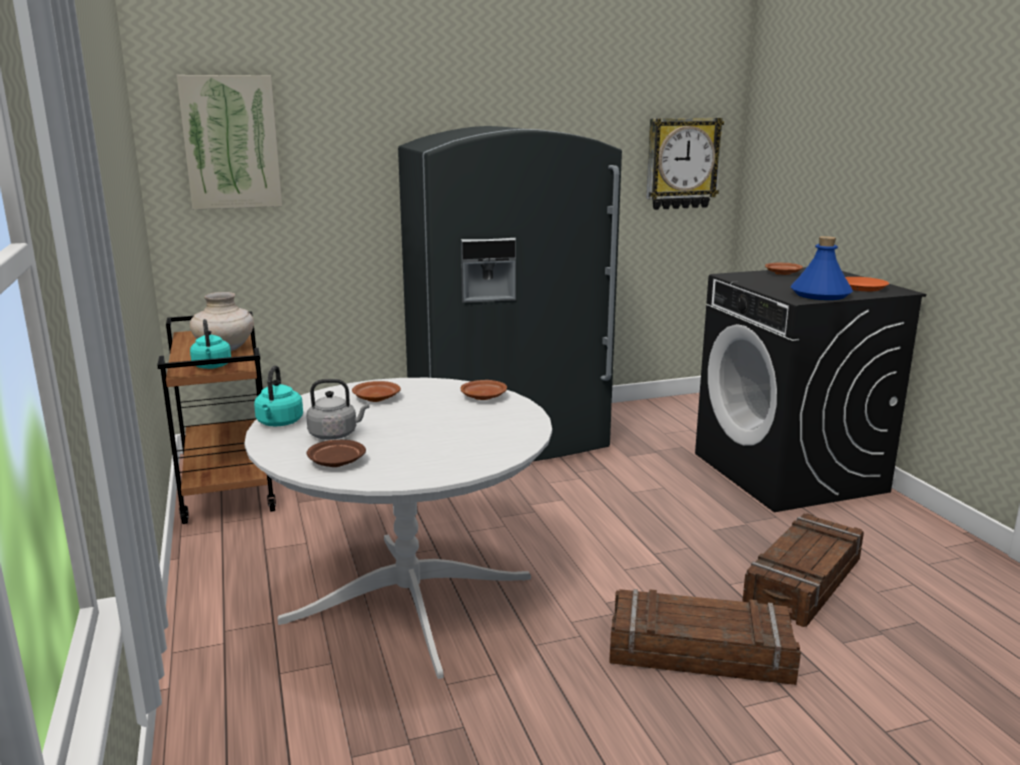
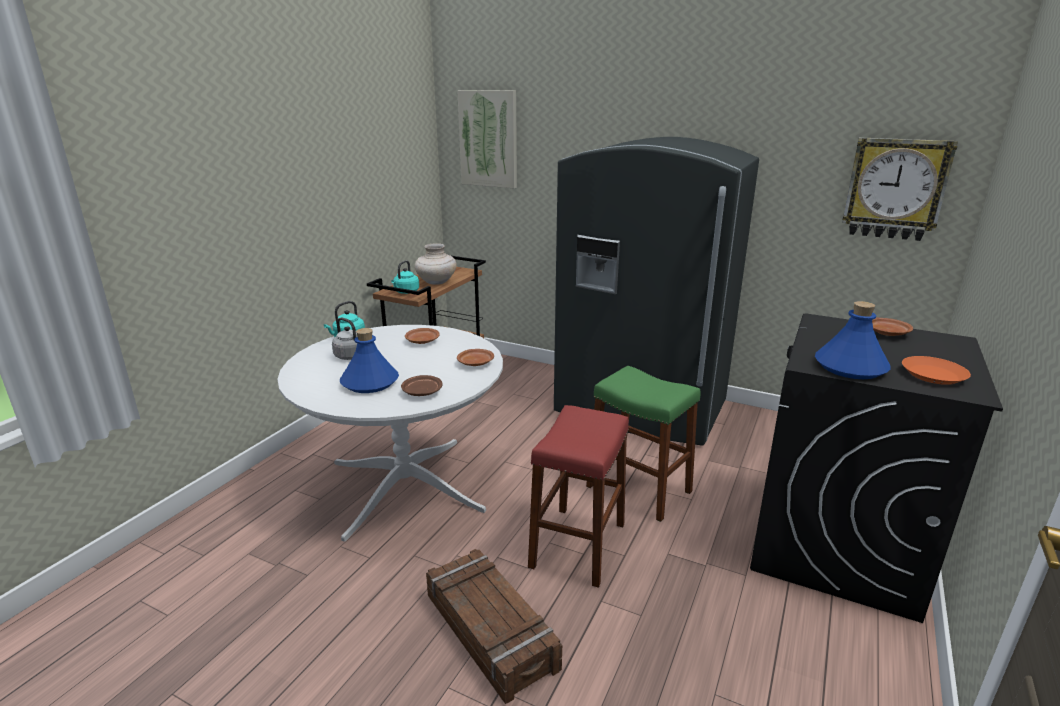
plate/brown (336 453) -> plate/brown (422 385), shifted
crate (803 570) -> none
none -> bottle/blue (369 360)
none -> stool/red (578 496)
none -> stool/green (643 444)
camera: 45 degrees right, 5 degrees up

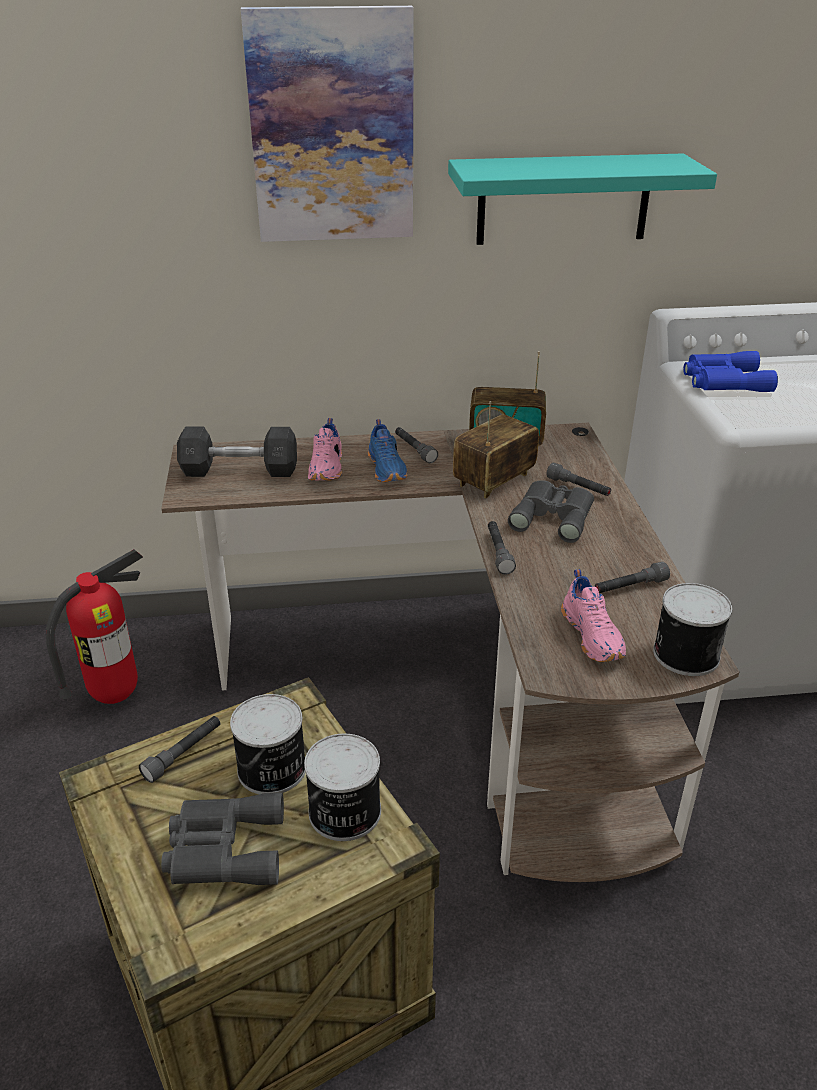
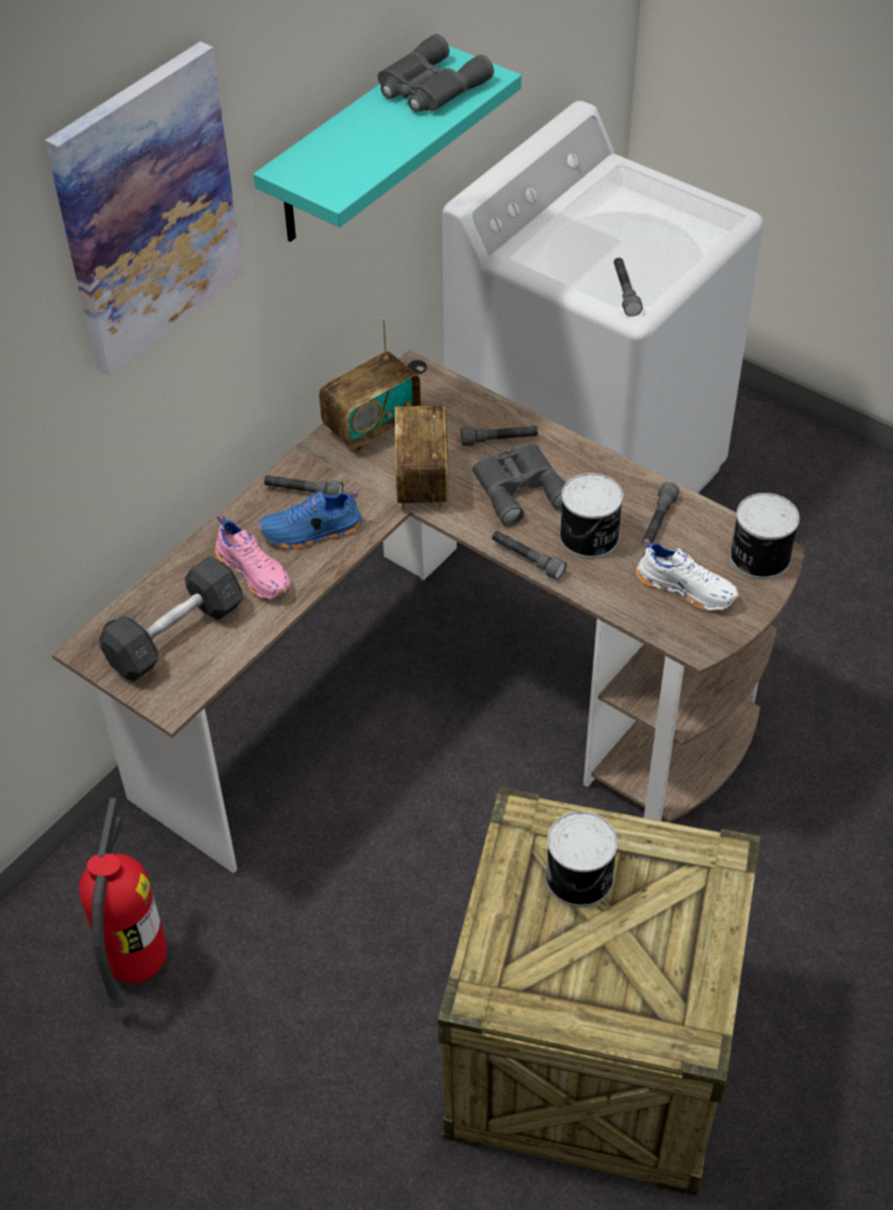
flashlight/grey (179 749) -> flashlight/grey (628 287), shifted
binoculars/grey (222 839) -> binoculars/grey (436 73), shifted
can (342 787) -> can (591 516), shifted
shoe/blue (387 450) -> shoe/blue (310 519), 135 degrees clockwise
shoe/pink (593 615) -> shoe/white (687 575)
binoculars/blue (730 371) -> none
camera: 45 degrees left, 15 degrees up

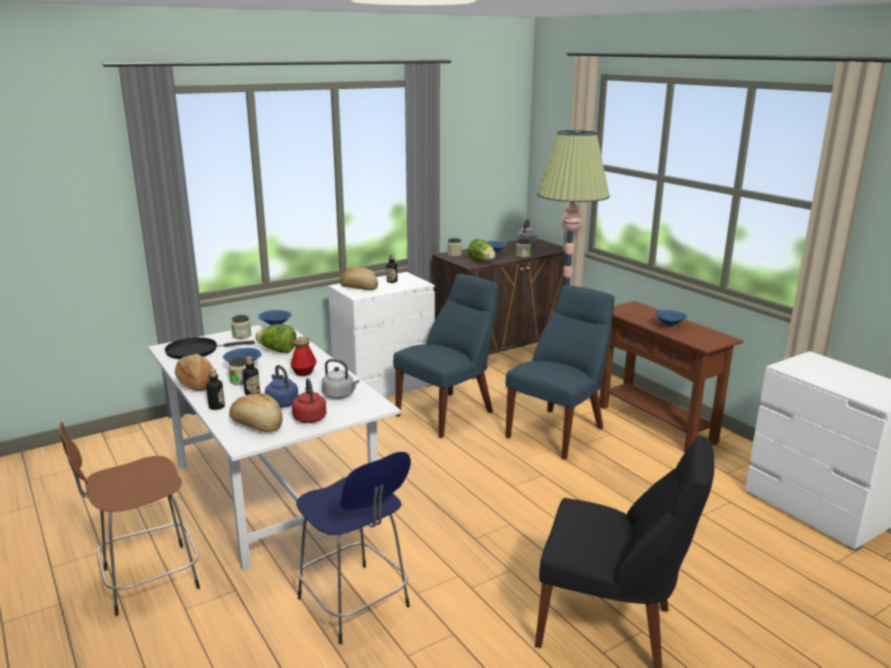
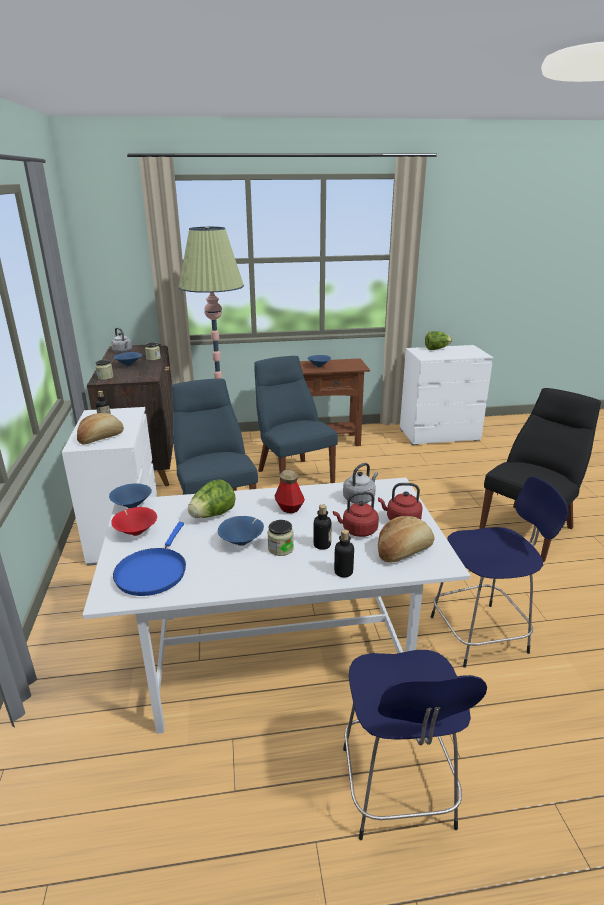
stool/brown (129 518) -> stool/blue (415 745)
frying pan/black (210 348) -> frying pan/blue (149 559)
bread (194 372) -> none
jar (241 327) -> bowl/red (134 521)
kettle/blue (281 386) -> kettle/red (356 514)
lettuce (481 250) -> lettuce (438 340), shifted
camera: 65 degrees left, 5 degrees up

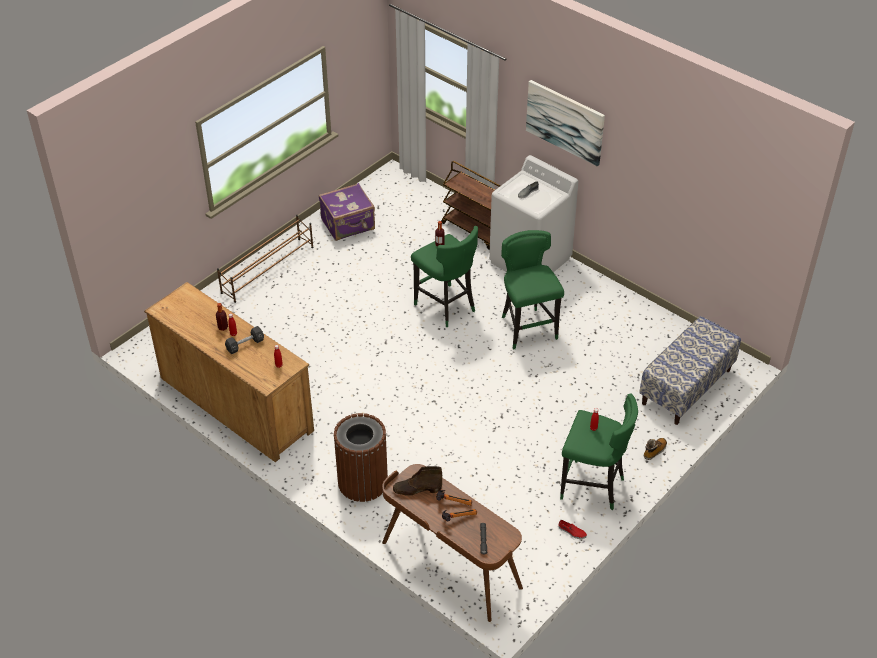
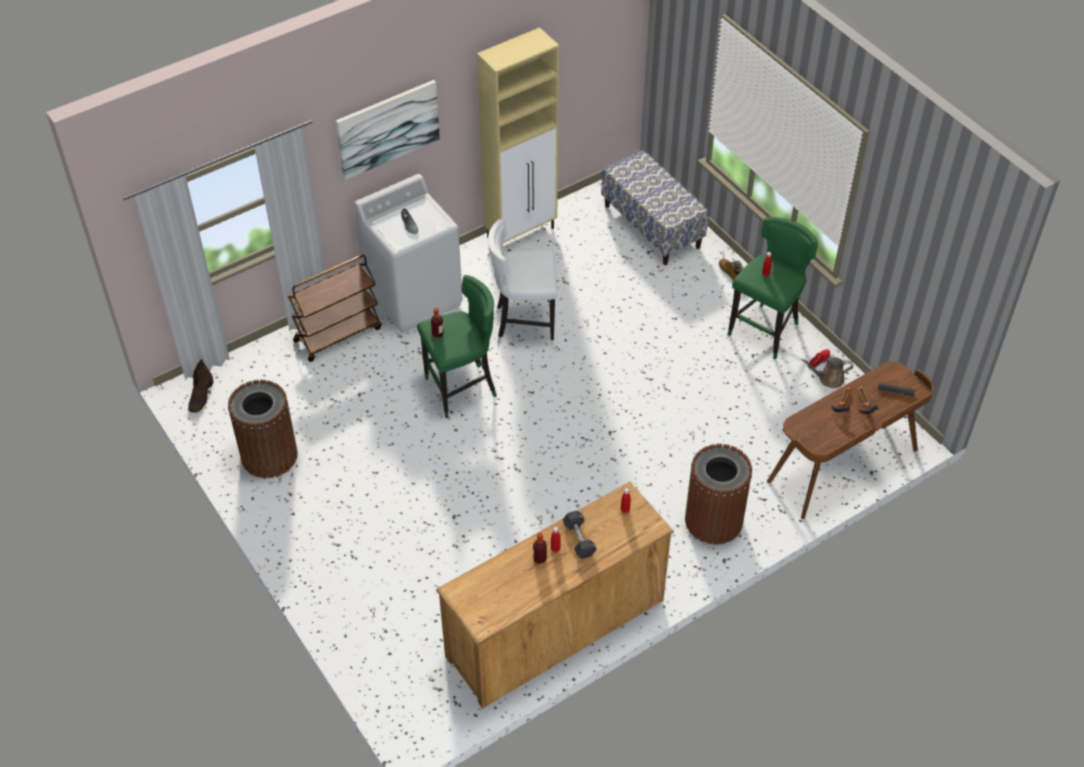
shoe rack/brown (265 259) -> none
suitcase/purple (347 212) -> trash can/brown (263 429)
boot/brown (417 481) -> boot/brown (200 386), shifted
stool/green (532 290) -> stool/white (522 282)
none -> cabinet/beige (518 135)
none -> watering can/brown (827 372)
camera: 75 degrees left, 5 degrees up

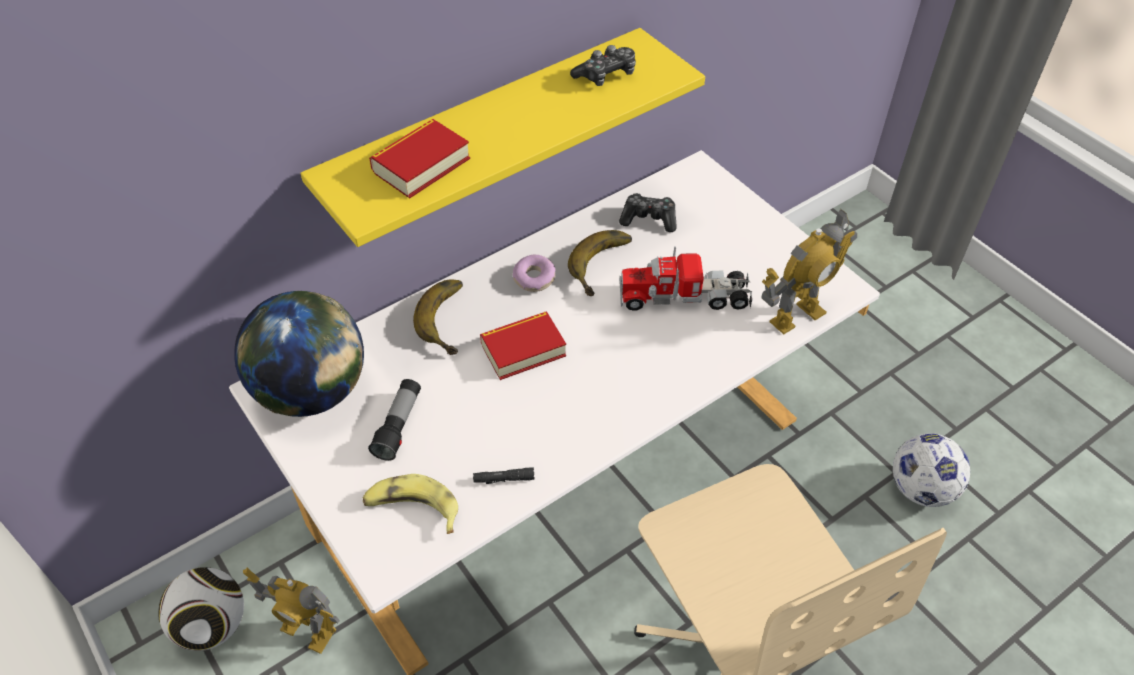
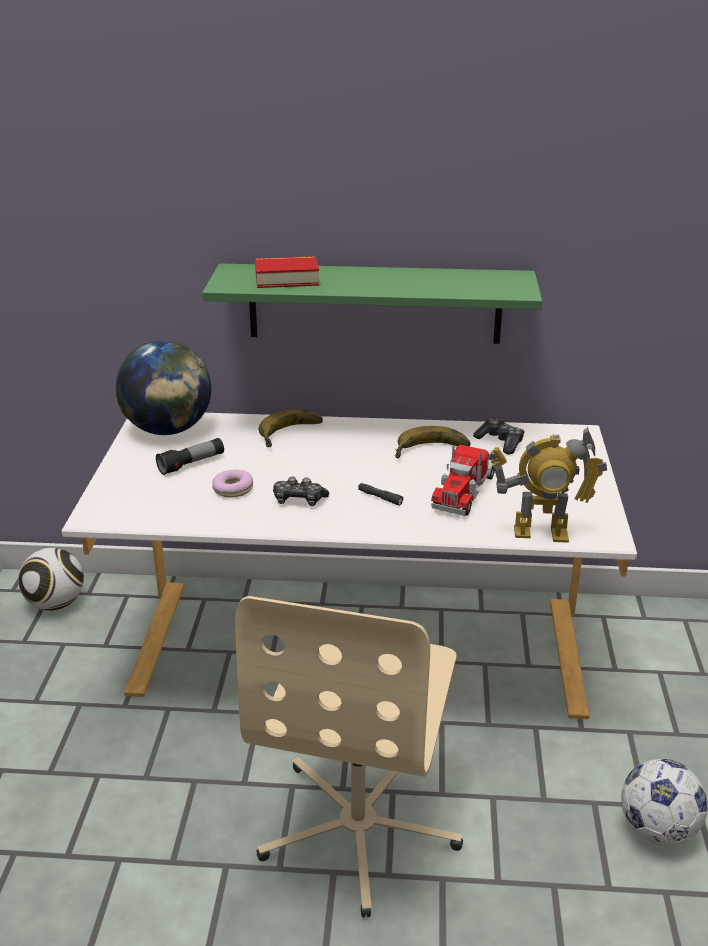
toy robot (291 611) -> none
shelf/yellow (502 137) -> shelf/green (372 303)
banana (410 504) -> none
flashlight/black (504 476) -> flashlight/black (380 494), shifted
book (523 346) -> none
donut (534 273) -> donut (232 483), shifted
game controller (603 65) -> game controller (301 491), shifted
toy truck (686 278) -> toy truck (464 480), 105 degrees counterclockwise
camera: 40 degrees right, 20 degrees down

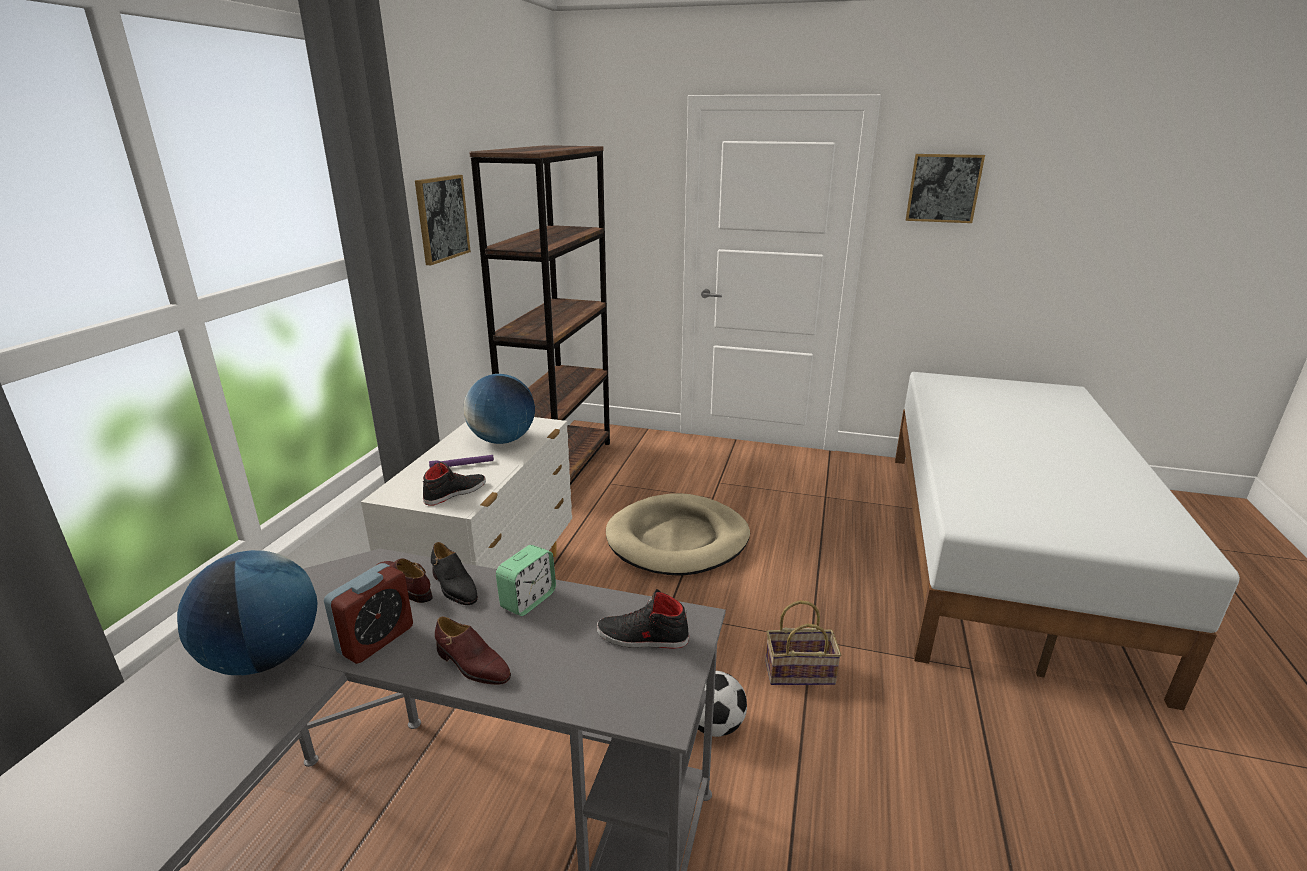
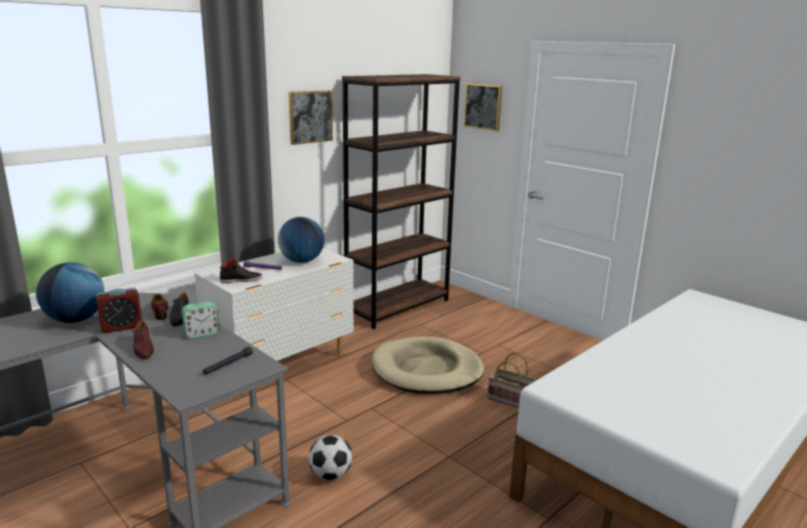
shoe/black (643 619) -> flashlight/black (228 361)
basket (803 642) -> basket (511 380), shifted
picture (945 188) -> picture (483 107), shifted
camera: 30 degrees right, 5 degrees down

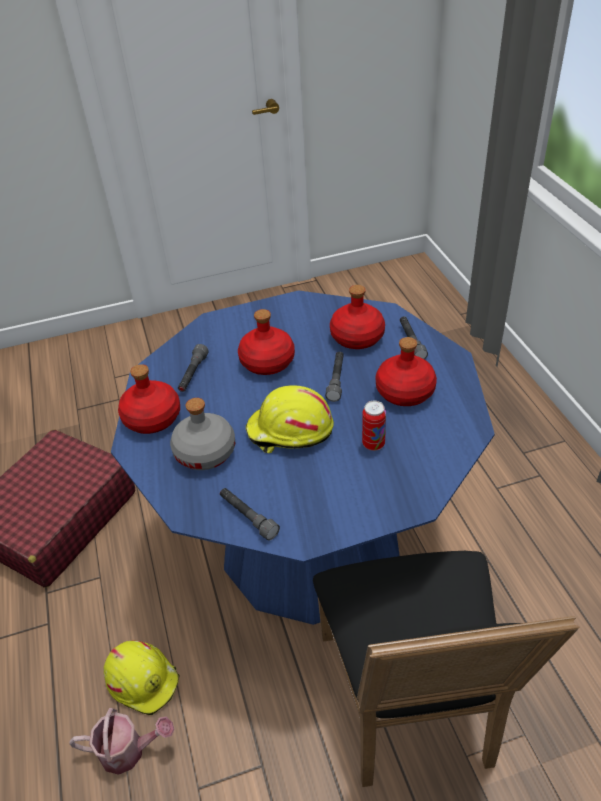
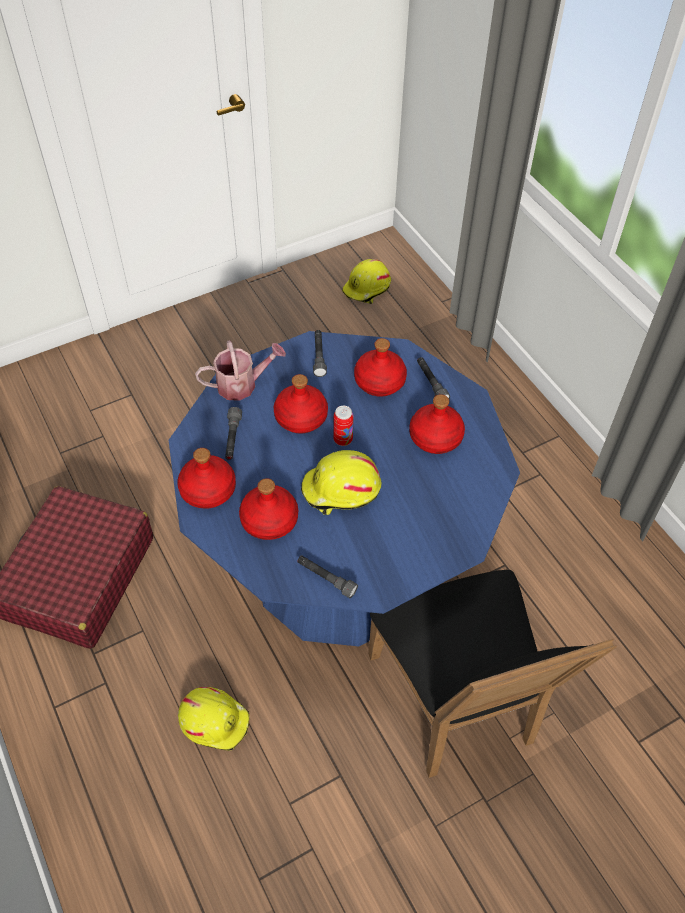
watering can (122 741) -> watering can (240 370), shifted
bottle/grey (202 434) -> bottle/red (268 509)
flashlight/grey (334 377) -> flashlight/grey (320 353), shifted
can (374 426) -> can (343 426), shifted
none -> hard hat/yellow (366 281)
camera: 15 degrees left, 10 degrees up

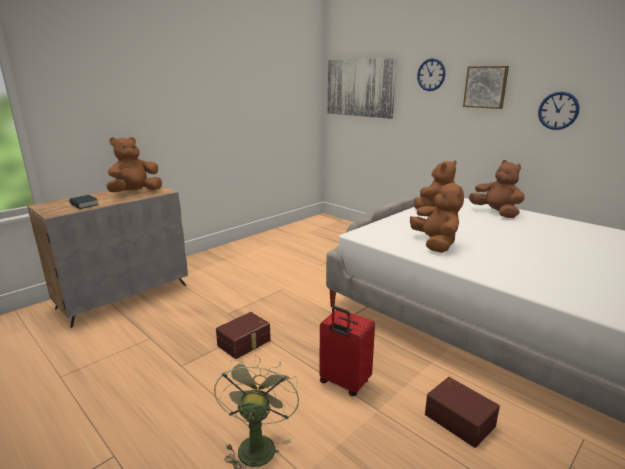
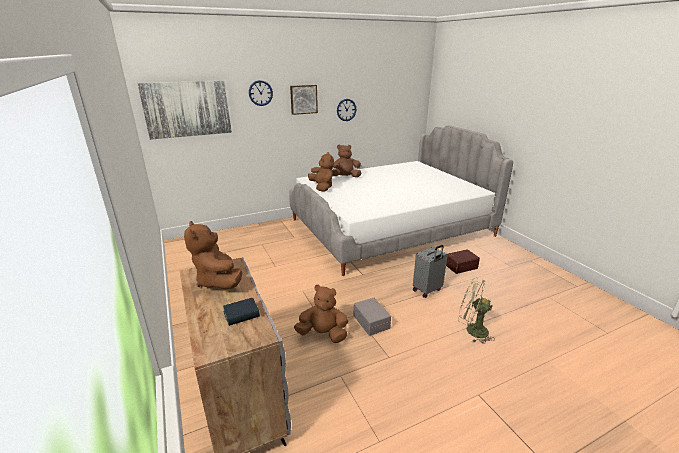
storage box/brown (243 335) -> storage box/grey (372 317)
suitcase/red (347 351) -> suitcase/grey (430 271)
plush toy/brown (437 216) -> plush toy/brown (321 313), shifted
camera: 70 degrees left, 5 degrees up

